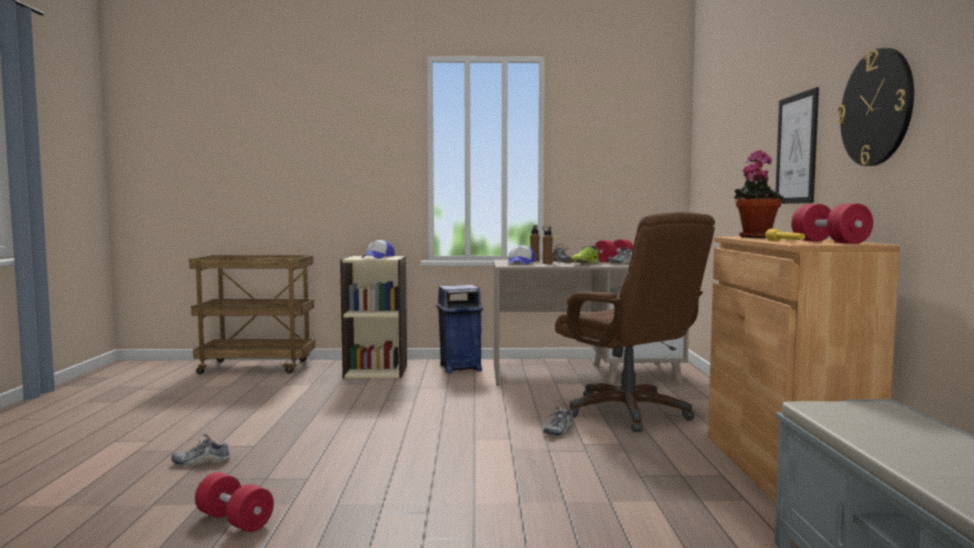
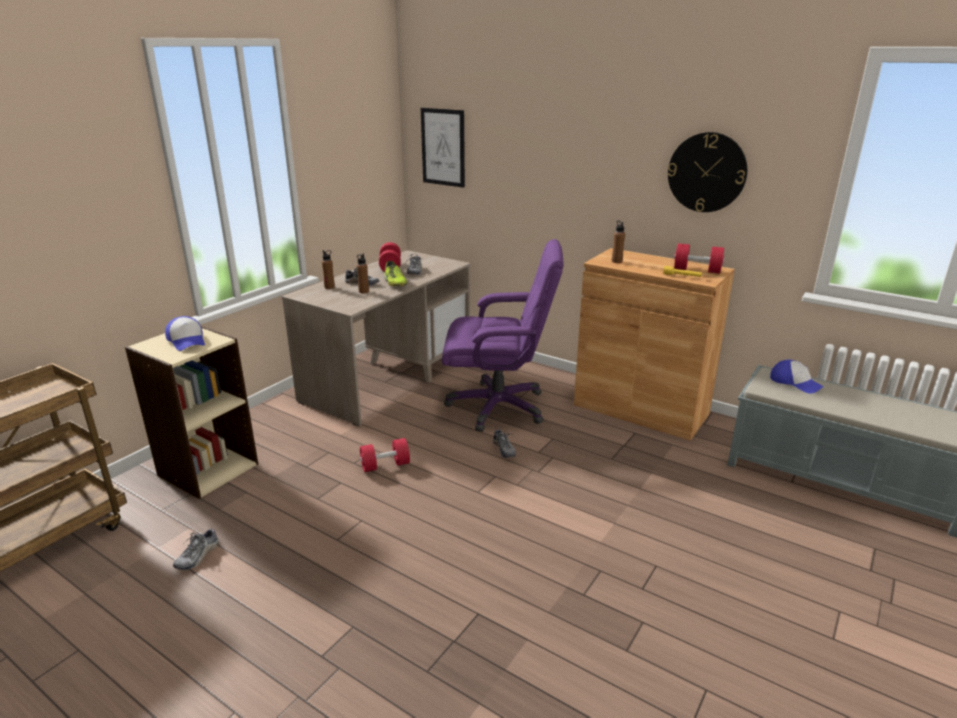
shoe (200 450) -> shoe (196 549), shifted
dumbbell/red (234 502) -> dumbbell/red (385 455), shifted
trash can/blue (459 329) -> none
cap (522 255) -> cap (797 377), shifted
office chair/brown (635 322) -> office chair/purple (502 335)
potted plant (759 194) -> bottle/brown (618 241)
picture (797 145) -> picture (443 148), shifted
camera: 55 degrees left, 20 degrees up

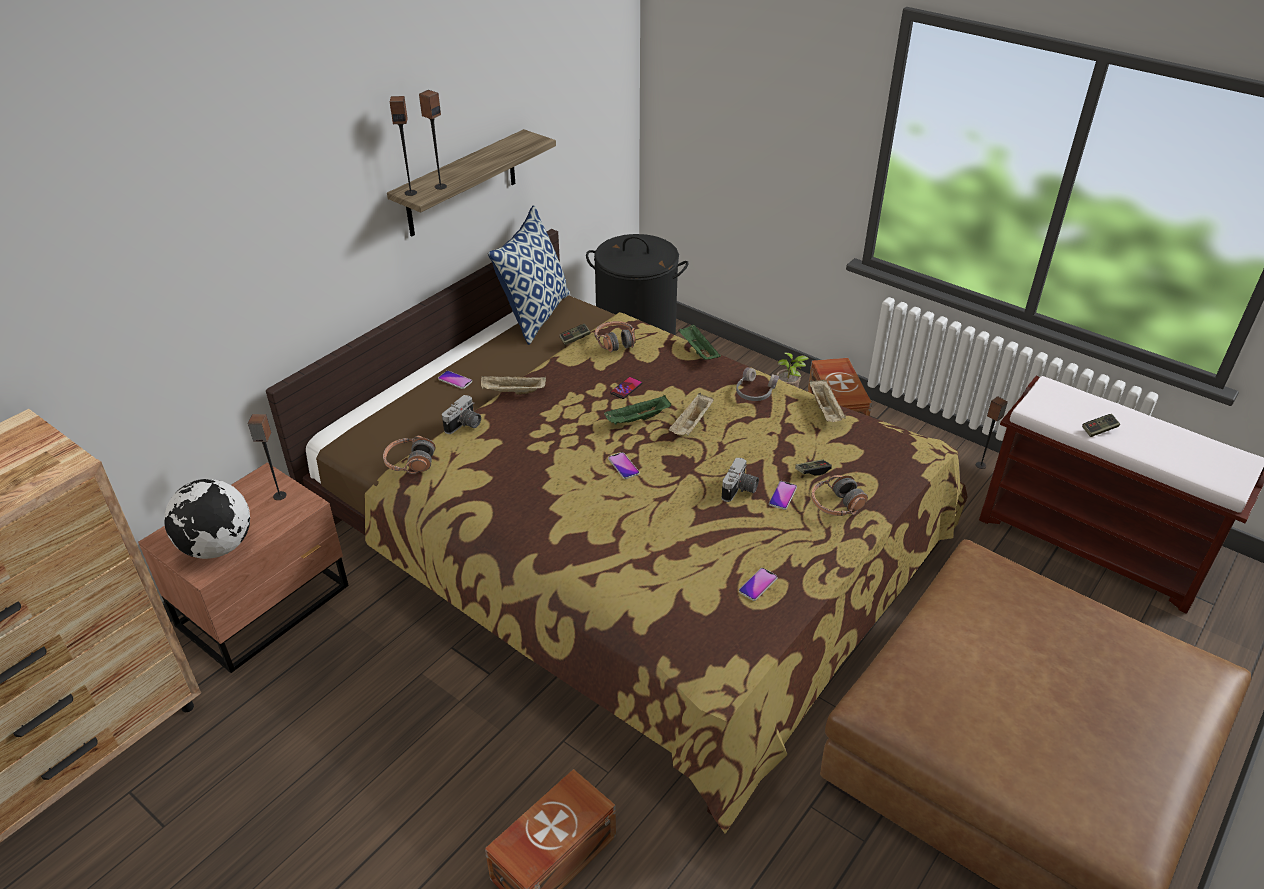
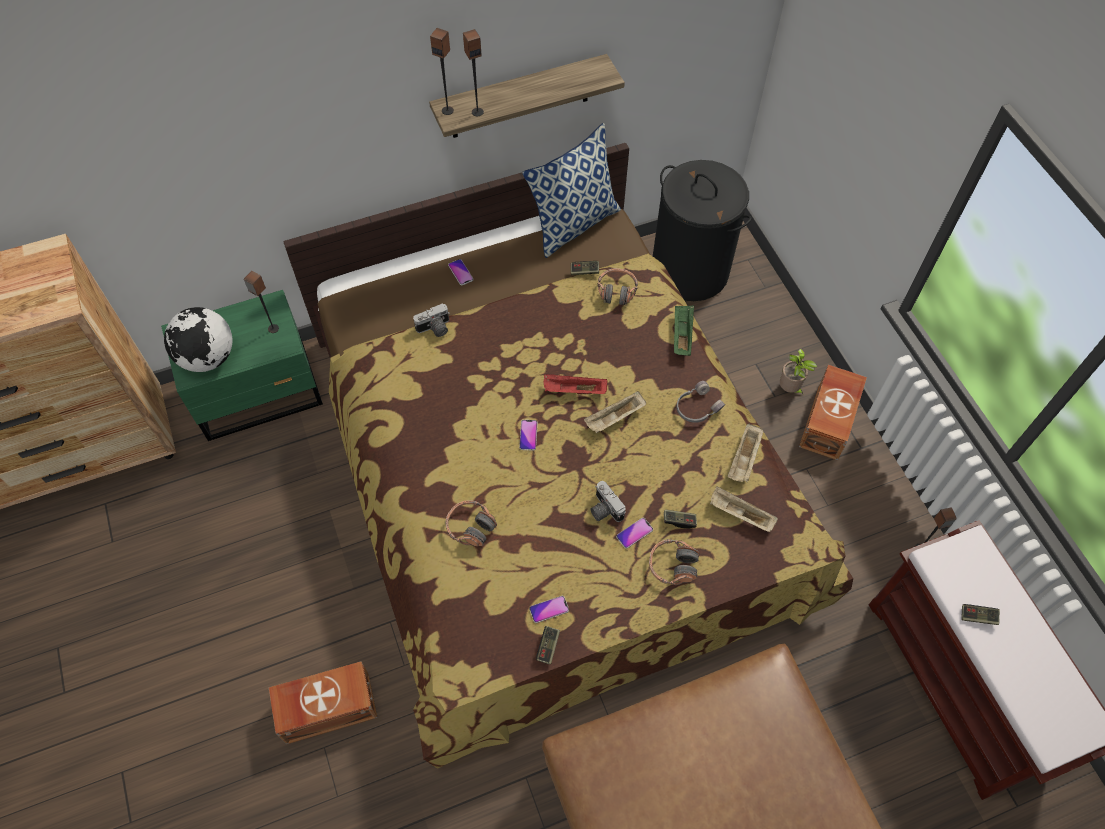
nightstand/brown (243 567) -> nightstand/green (242 365)
headphones (409 455) -> headphones (471 523), shifted
tray/beige (513 385) -> tray/beige (744 509), shifted
tray/green (637 410) -> tray/red (575 384)
phone (626 388) -> none
photo camera (740 479) -> photo camera (608 501), 90 degrees clockwise
none -> game controller (548 645)
camera: 30 degrees right, 20 degrees up

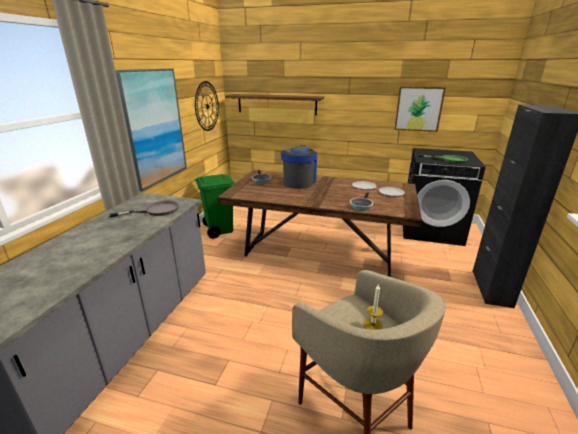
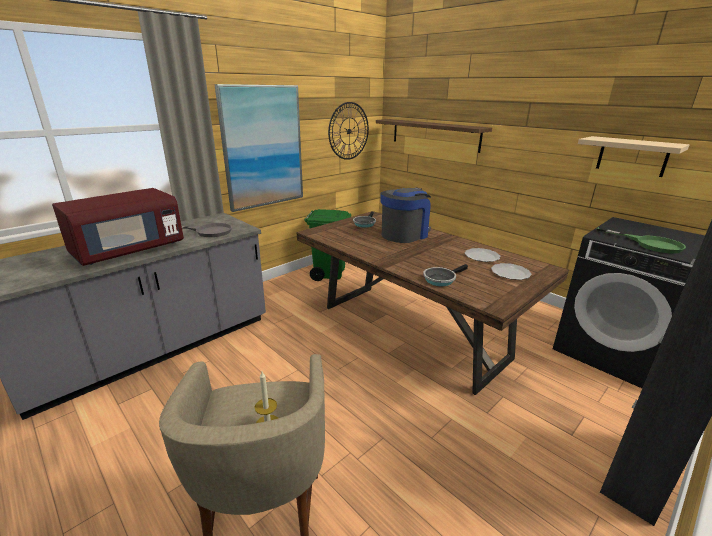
picture (420 109) -> shelf/beige (633 156)
none -> microwave/red (118 227)
camera: 30 degrees right, 0 degrees up

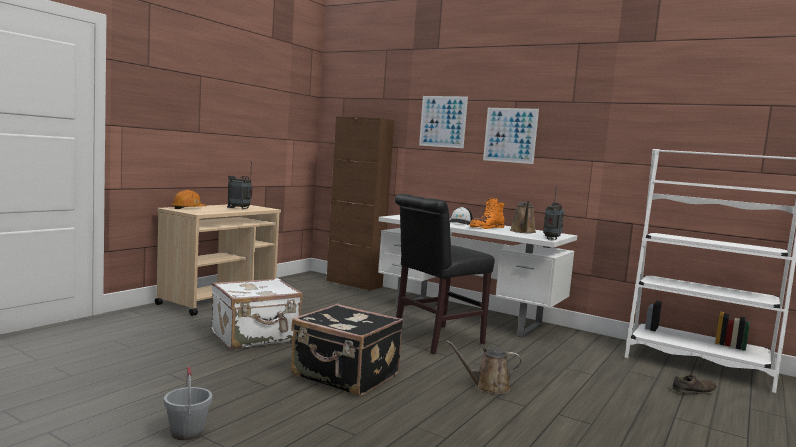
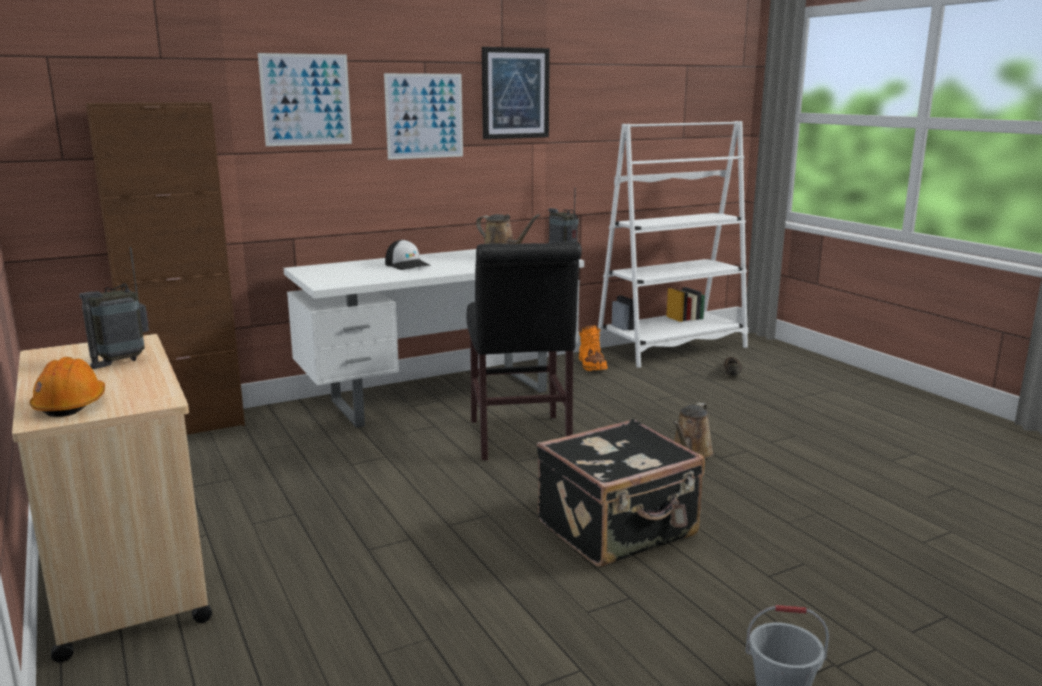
suitcase/white (257 313) -> none
boot/orange (487 213) -> boot/orange (593 348), shifted
none -> picture (516 93)
camera: 60 degrees left, 10 degrees up

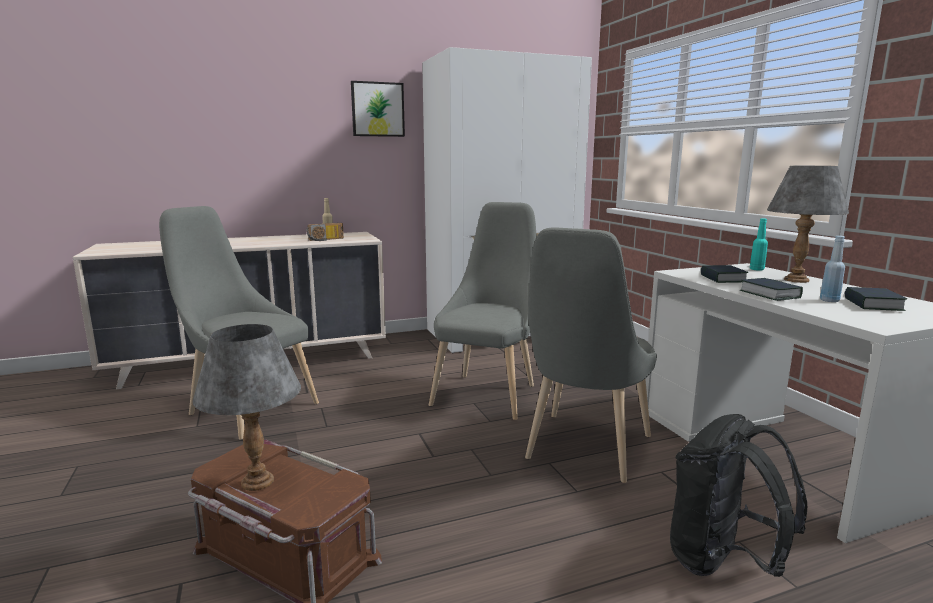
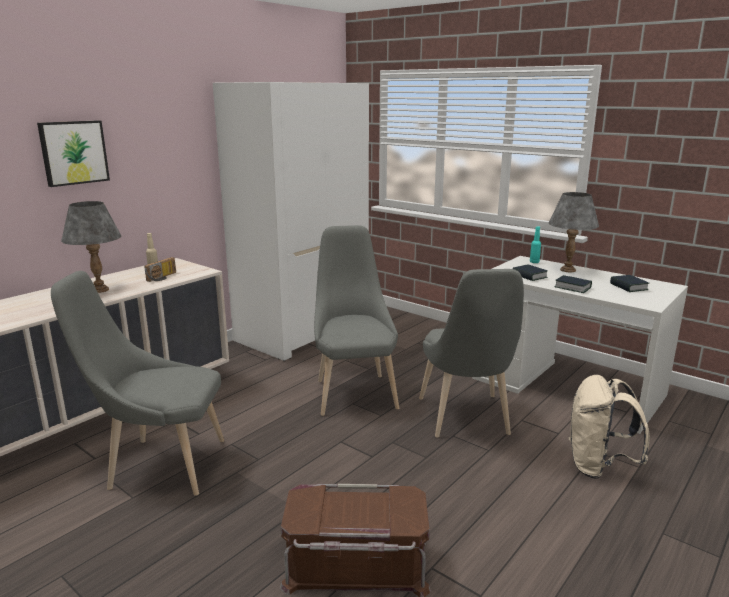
table lamp/grey (247 407) -> table lamp/grey (91 247), shifted
picture (378 109) -> picture (73 153), shifted
backpack/black (738 495) -> backpack/beige (609 427)
bottle/blue (832 269) -> none
camera: 30 degrees left, 5 degrees up

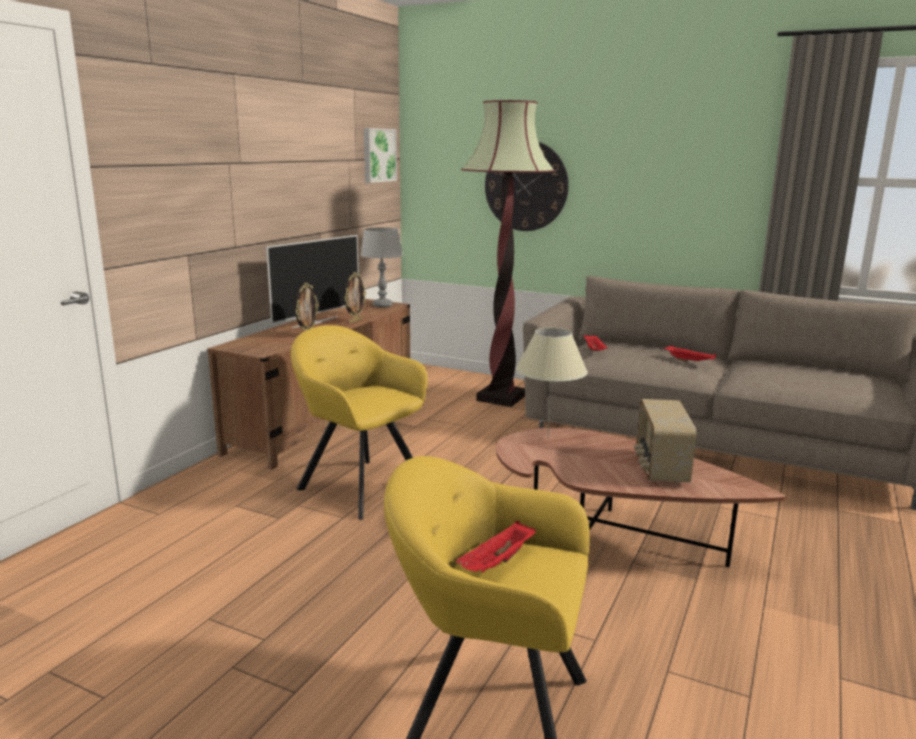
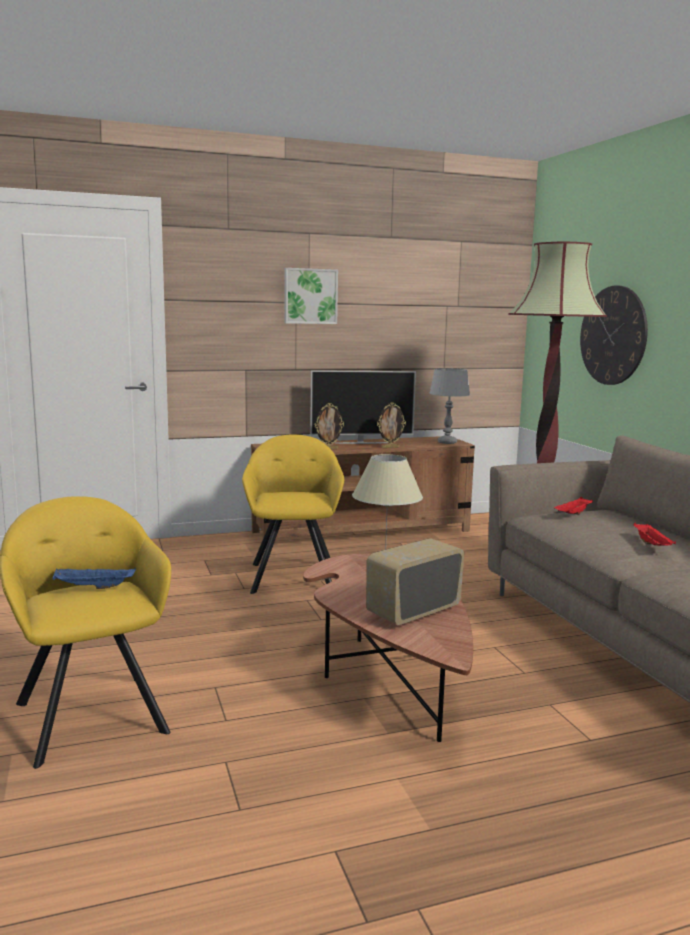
picture (380 155) -> picture (311 296), shifted
tray/red (496 547) -> tray/blue (94 578)
camera: 45 degrees right, 5 degrees down

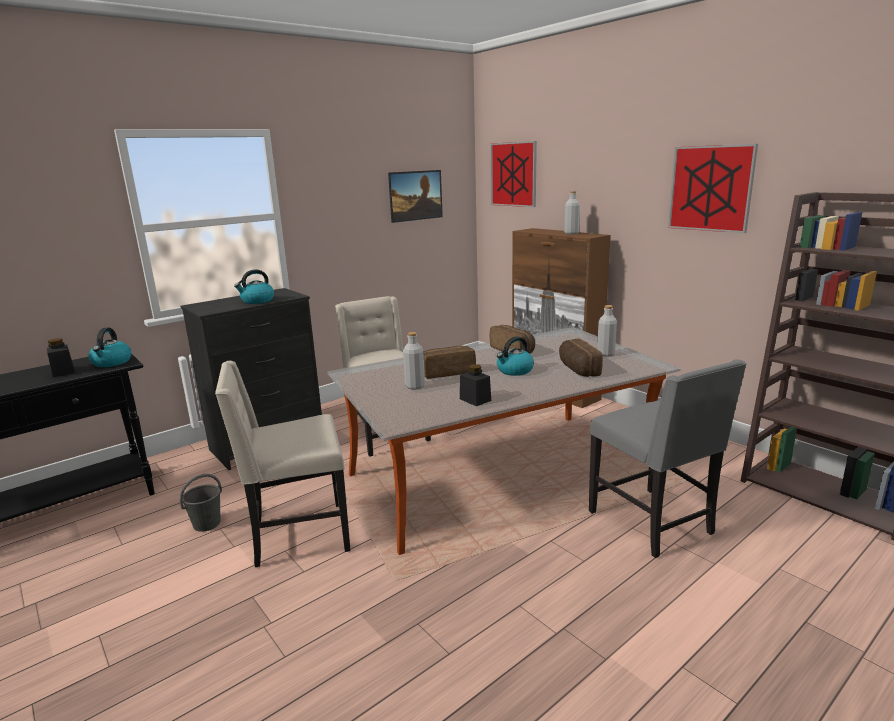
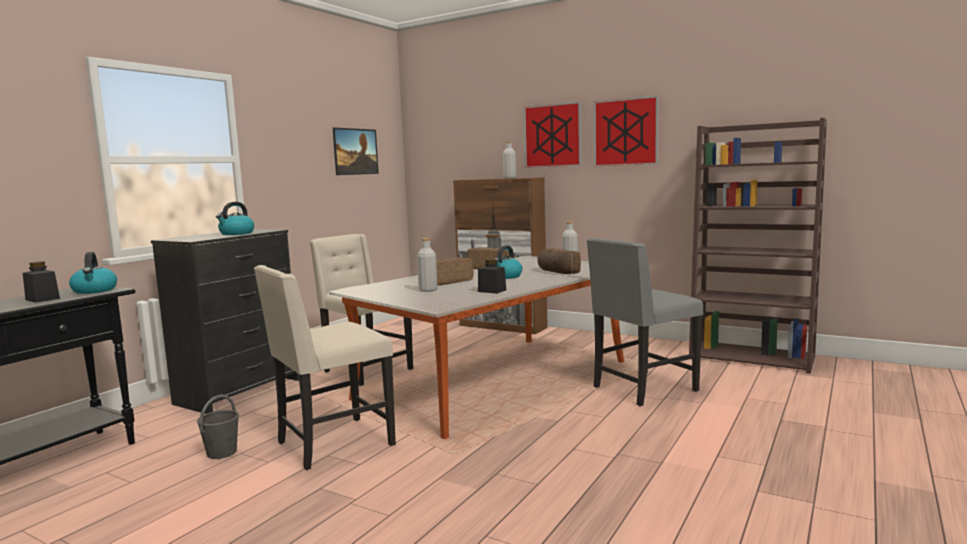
picture (513 174) -> picture (552 135), shifted
chair/grey (668 458) -> chair/grey (645 322), 105 degrees clockwise
camera: 20 degrees left, 10 degrees down

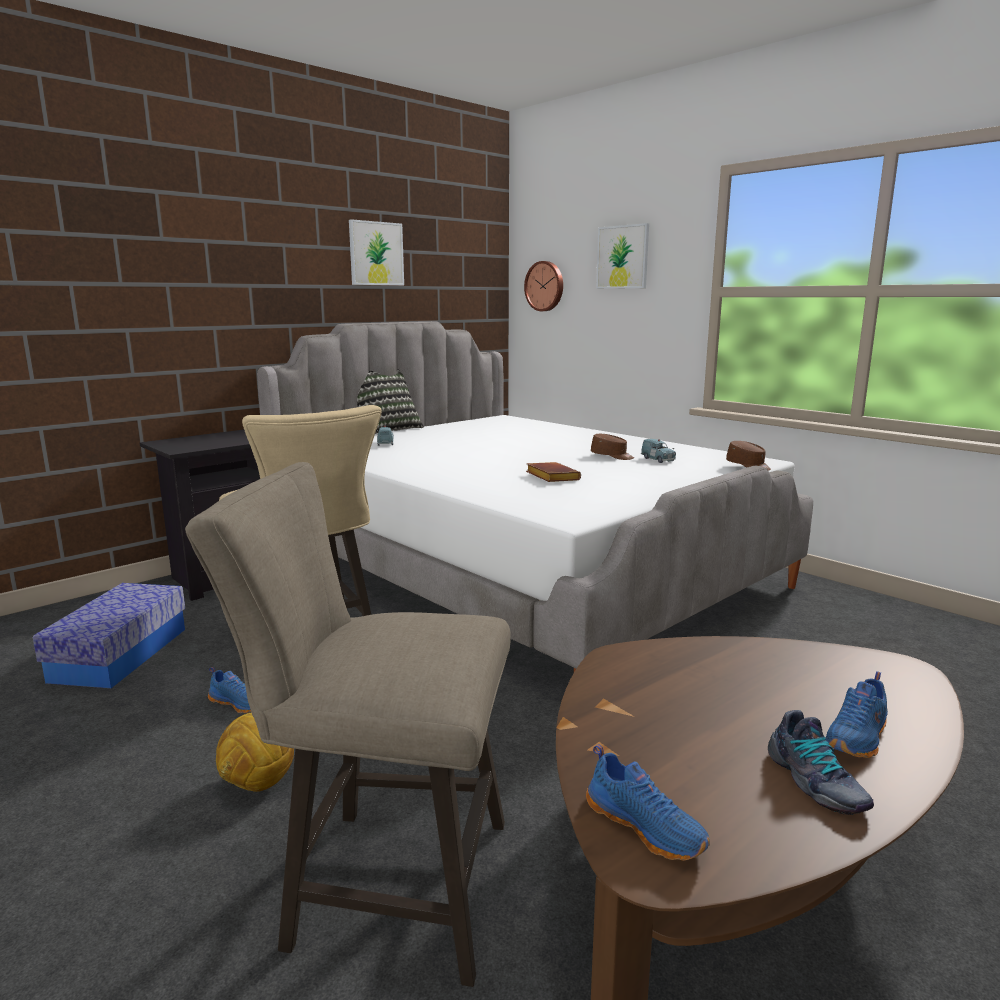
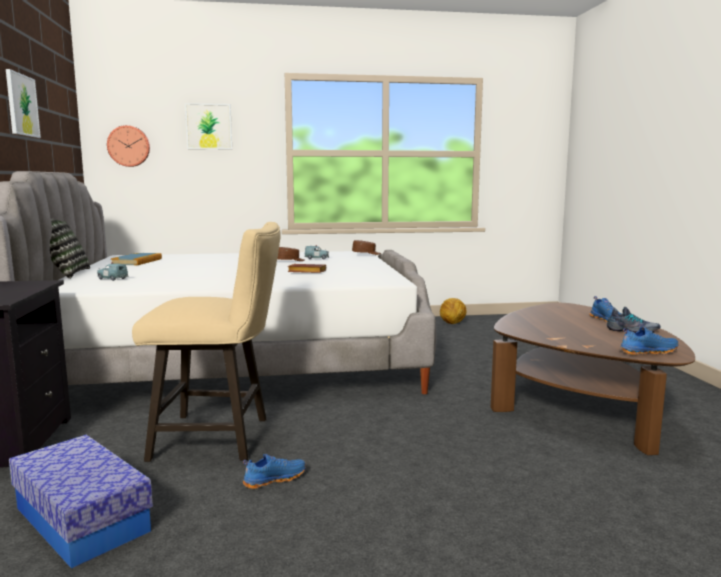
stool/beige (348 724) -> none
football (255 752) -> football (453 311), shifted
none -> book (136 259)
camera: 55 degrees left, 5 degrees down

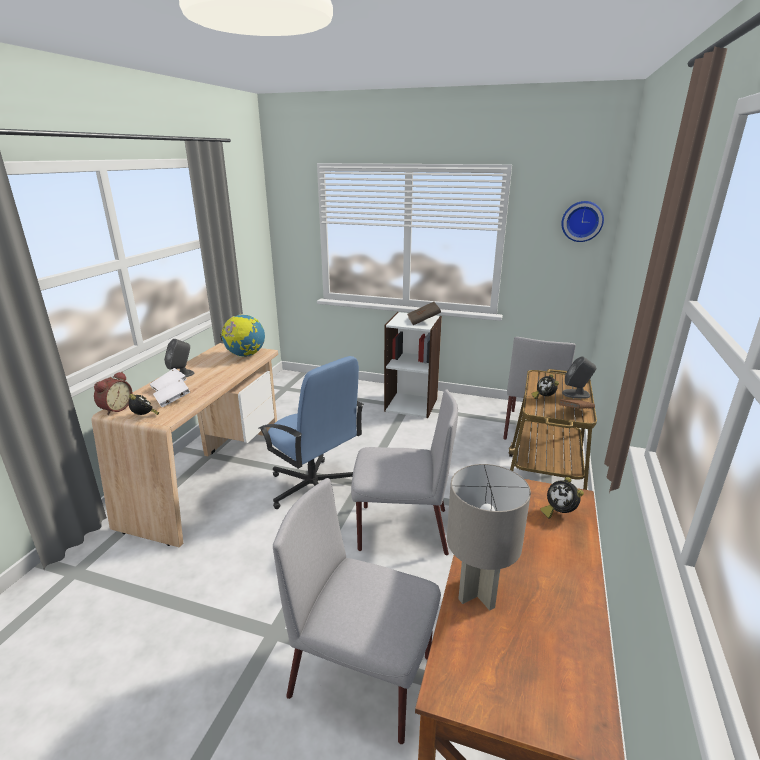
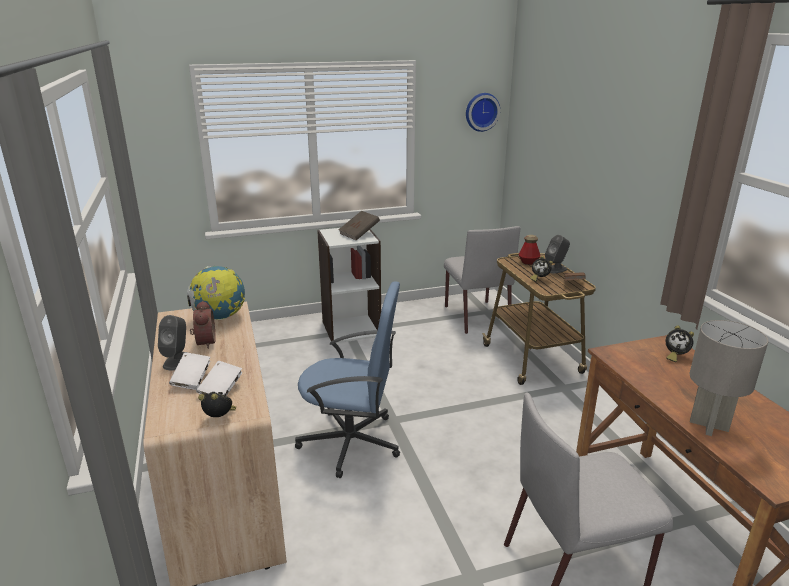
alarm clock (113 393) -> alarm clock (203 325), shifted
chair/grey (404 472) -> none
none -> bottle (529 250)
camera: 35 degrees left, 0 degrees up

